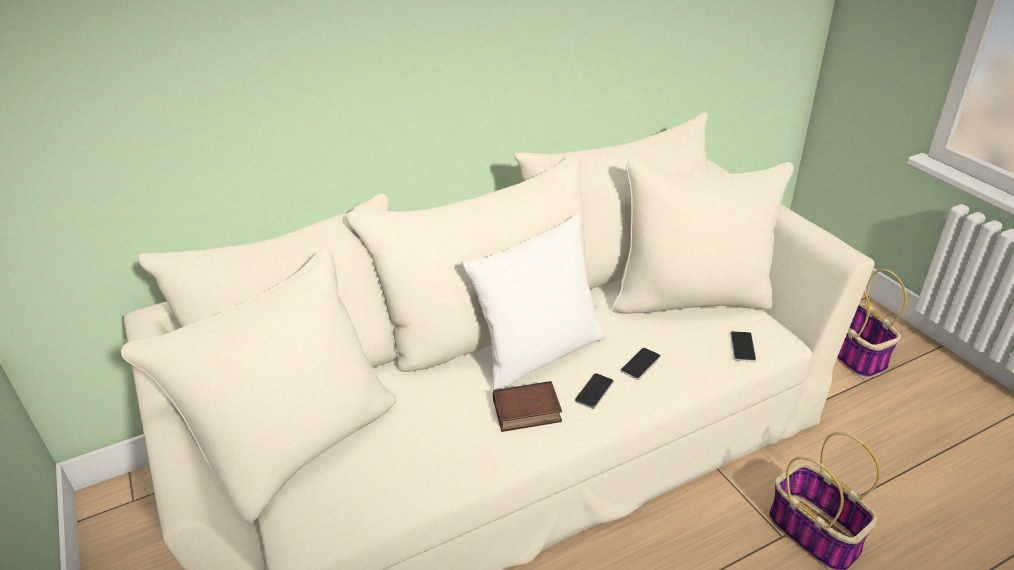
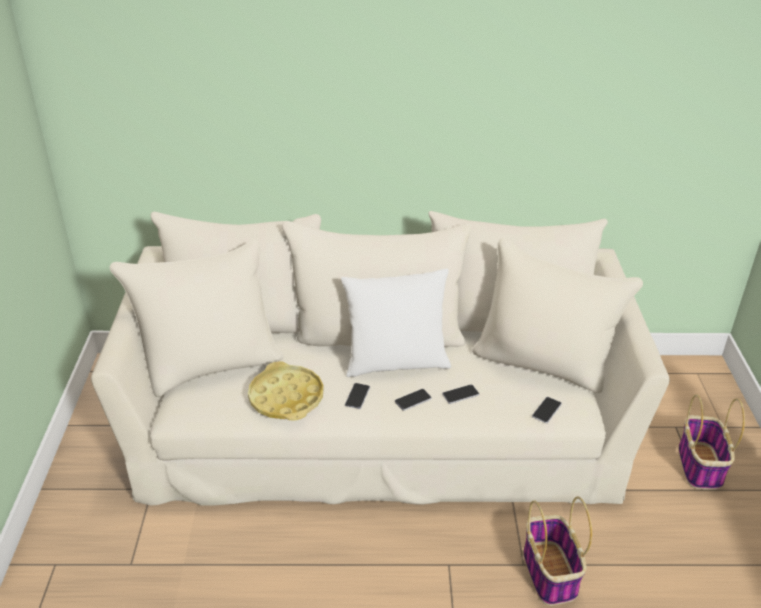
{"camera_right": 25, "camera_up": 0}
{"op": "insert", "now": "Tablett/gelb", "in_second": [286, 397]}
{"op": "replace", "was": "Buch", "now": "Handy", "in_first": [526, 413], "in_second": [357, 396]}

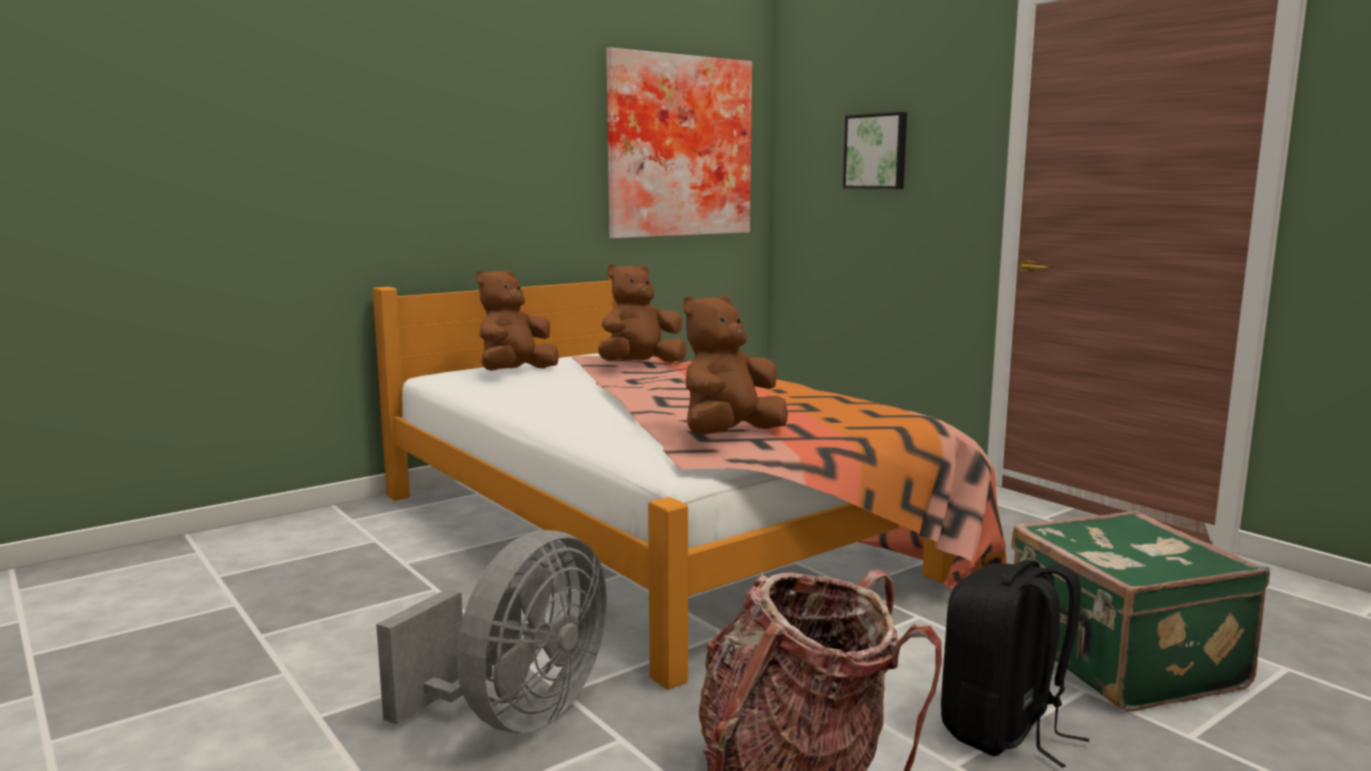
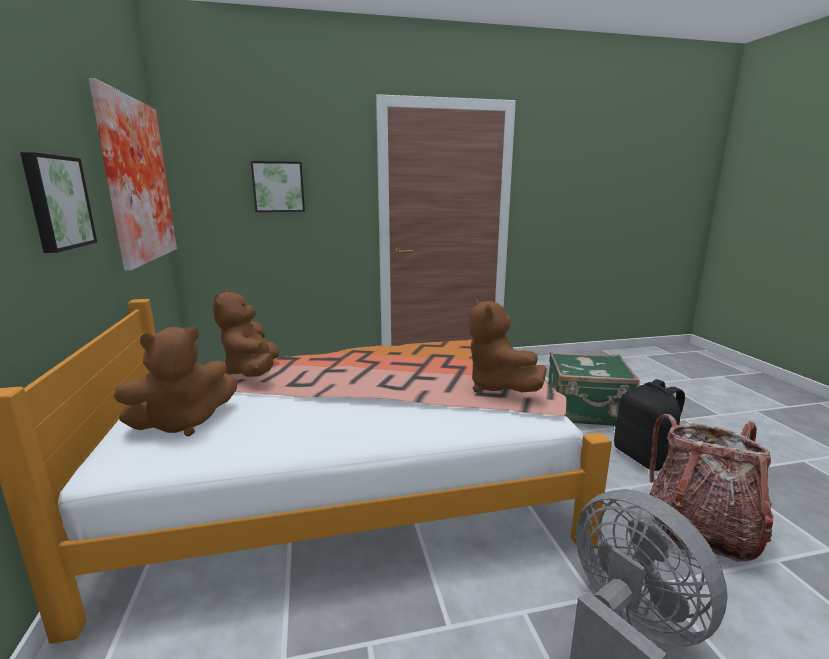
{"camera_right": -65, "camera_up": 5}
{"op": "insert", "now": "Bild", "in_second": [56, 202]}
{"op": "rotate", "was": "Plüschtier/braun", "in_first": [515, 373], "in_second": [183, 423], "clockwise": -90}

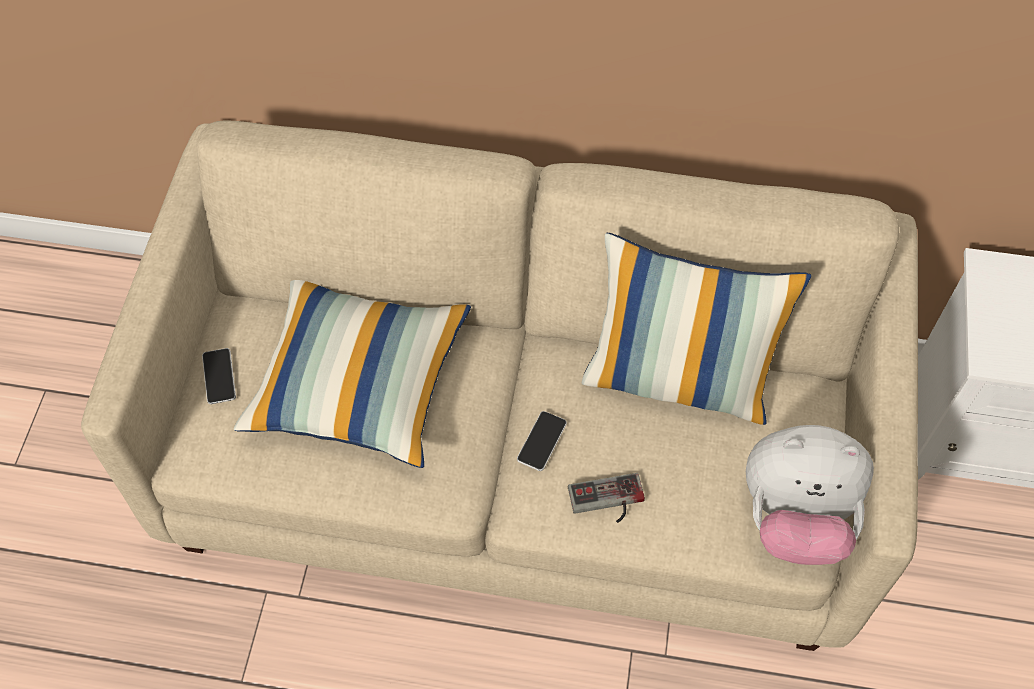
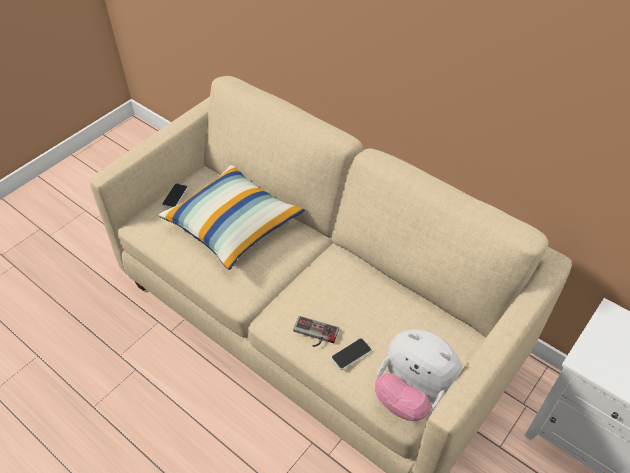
{"camera_right": 30, "camera_up": -10}
{"op": "move", "was": "Handy", "in_first": [541, 441], "in_second": [351, 354]}
{"op": "delete", "was": "Kissen", "in_first": [679, 378]}

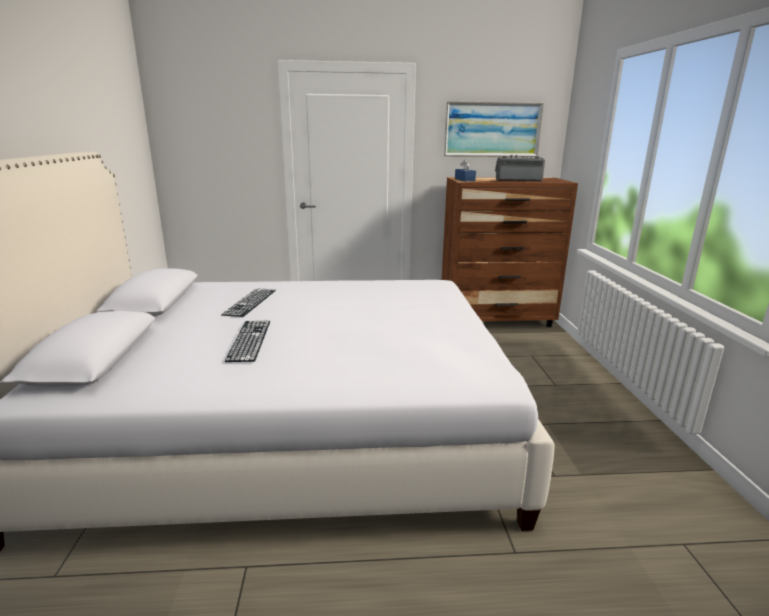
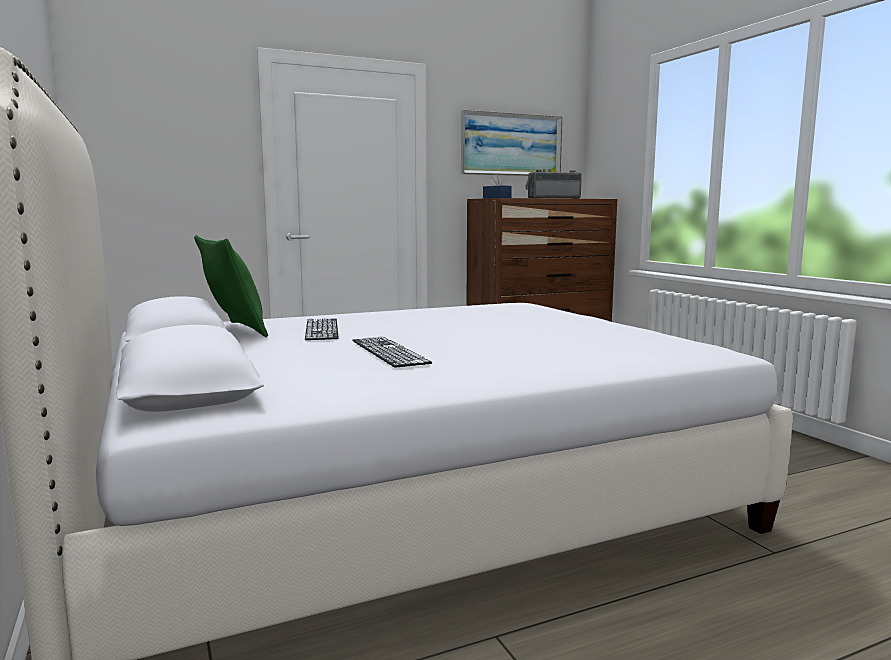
{"camera_right": -20, "camera_up": -10}
{"op": "insert", "now": "Kissen/grün", "in_second": [234, 331]}

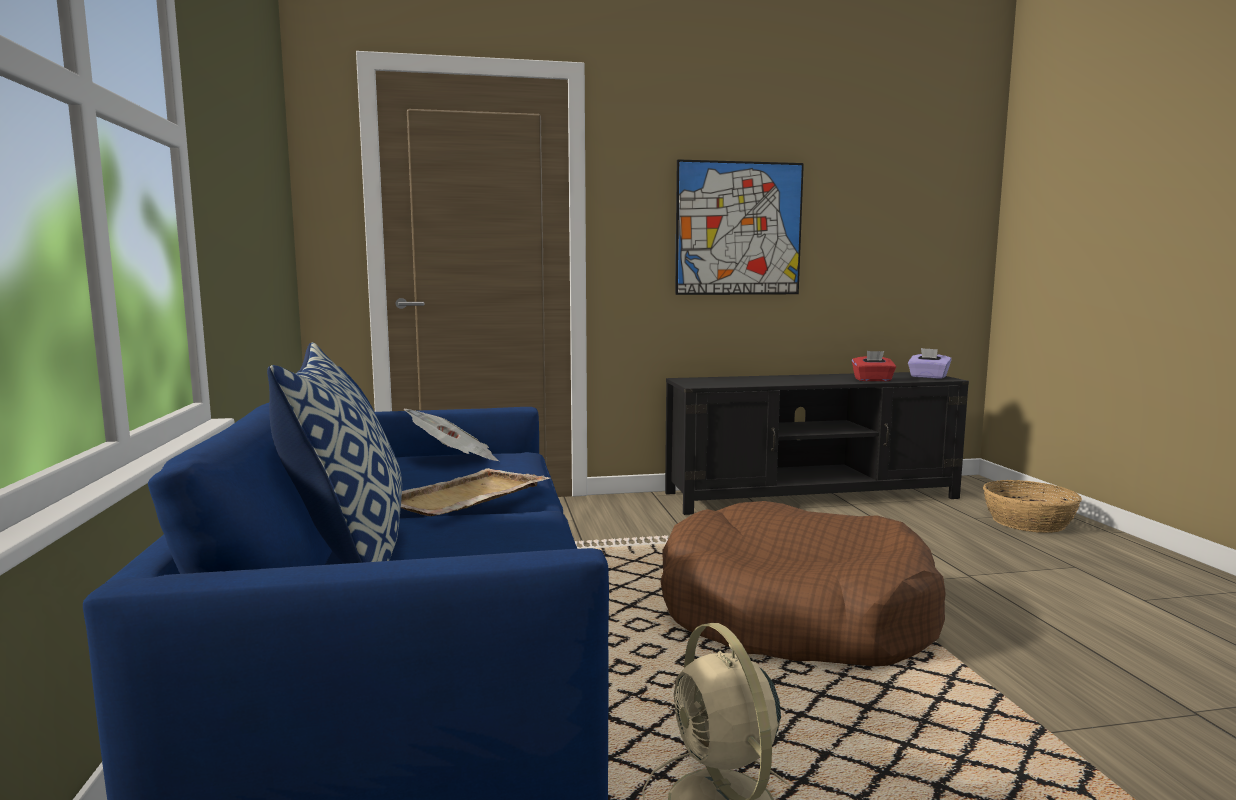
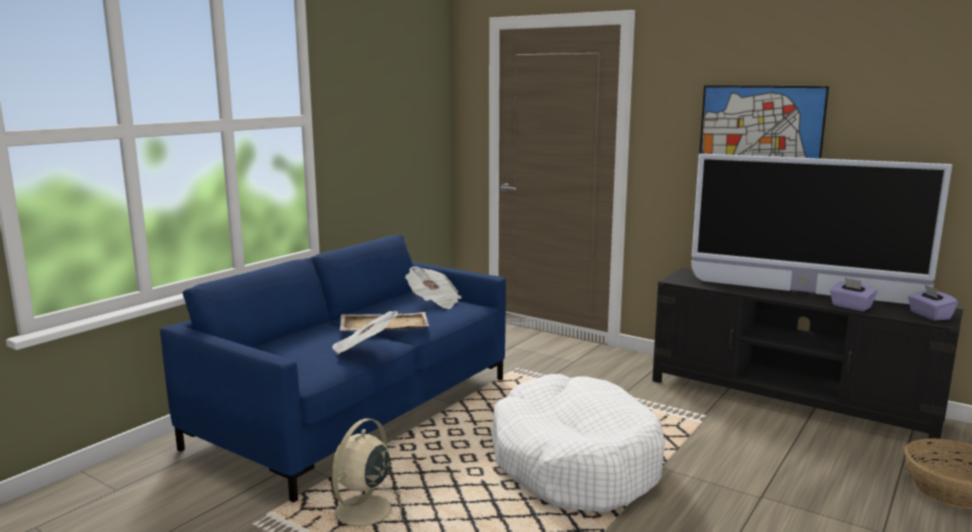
{"camera_right": 45, "camera_up": 5}
{"op": "insert", "now": "Zeitung", "in_second": [363, 350]}
{"op": "recolor", "was": "Hundebett/braun", "now": "Hundebett/weiß", "in_first": [794, 615], "in_second": [574, 463]}
{"op": "insert", "now": "Fernseher", "in_second": [802, 292]}
{"op": "recolor", "was": "Taschentuchbox/rot", "now": "Taschentuchbox/lila", "in_first": [873, 380], "in_second": [851, 306]}
{"op": "delete", "was": "Kissen", "in_first": [349, 554]}

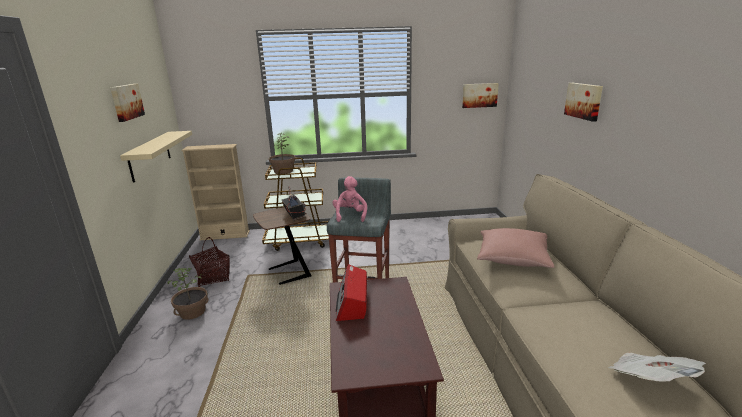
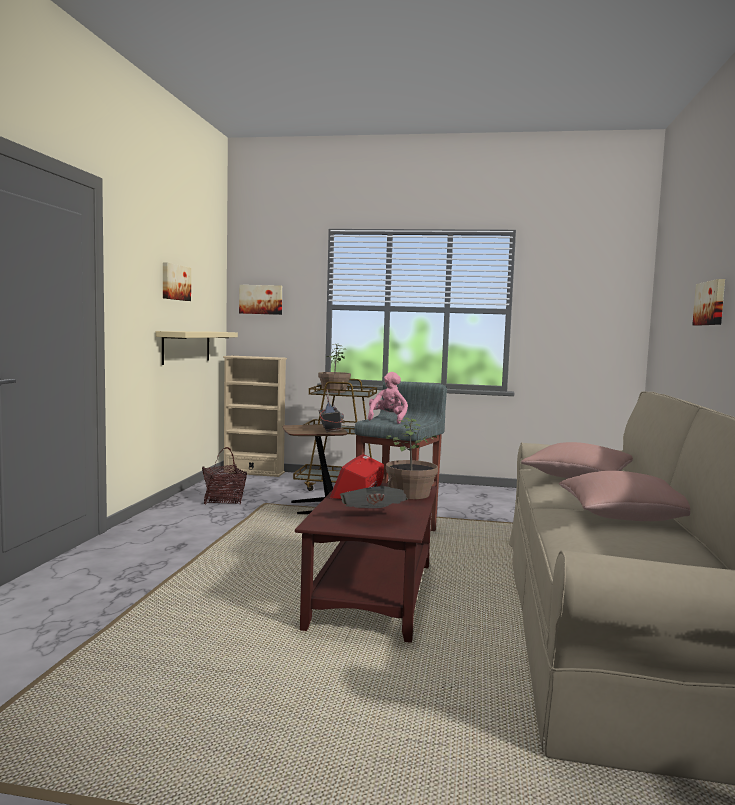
{"camera_right": 15, "camera_up": -15}
{"op": "move", "was": "Bild", "in_first": [479, 95], "in_second": [261, 299]}
{"op": "move", "was": "Zeitung", "in_first": [649, 380], "in_second": [373, 517]}
{"op": "move", "was": "Topfpflanze", "in_first": [192, 312], "in_second": [410, 494]}
{"op": "insert", "now": "Kissen/rosa", "in_second": [625, 516]}

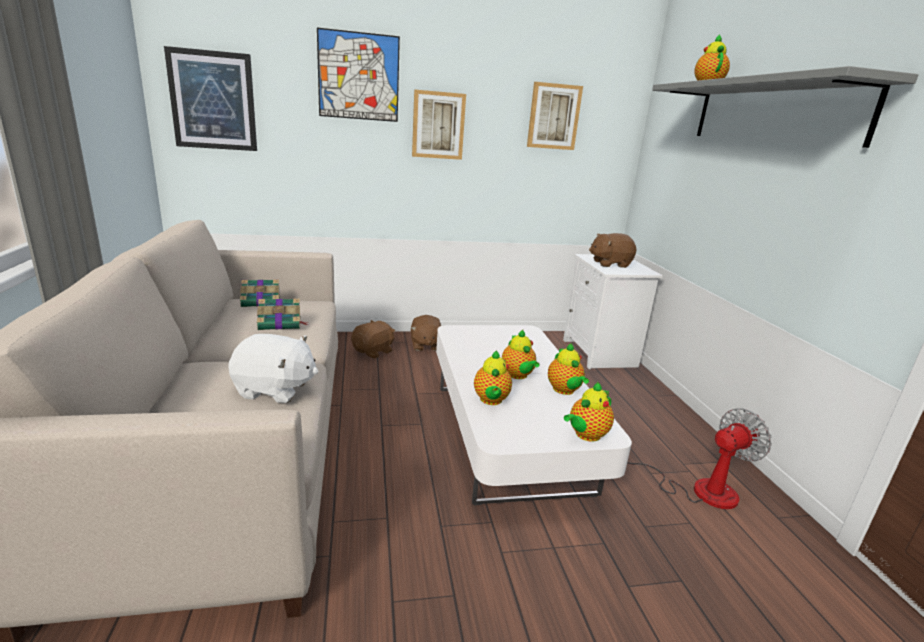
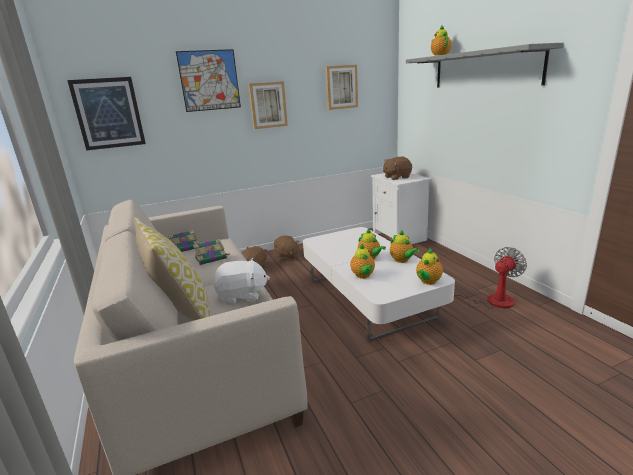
{"camera_right": -10, "camera_up": 0}
{"op": "insert", "now": "Kissen", "in_second": [181, 312]}

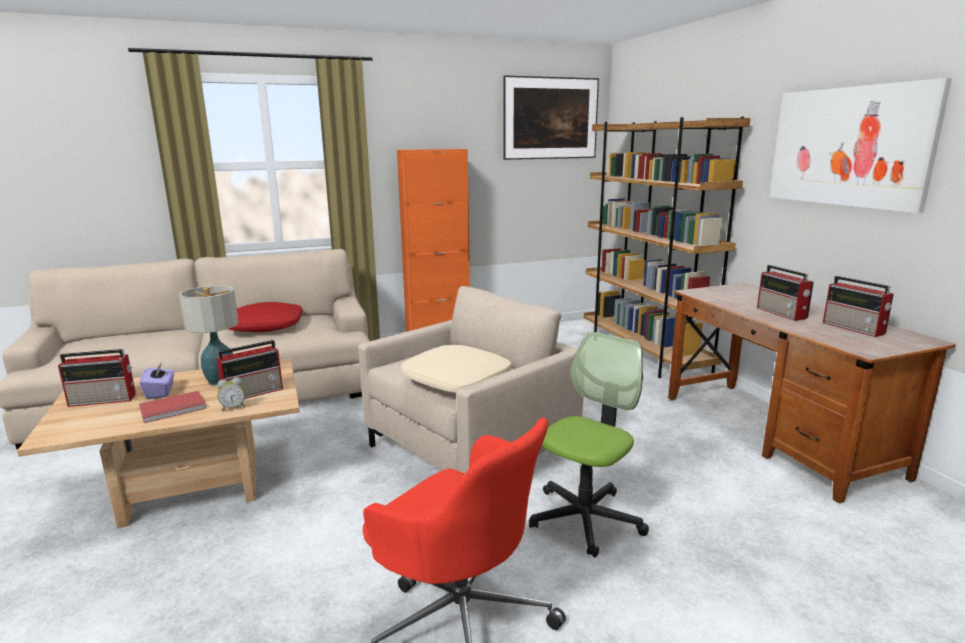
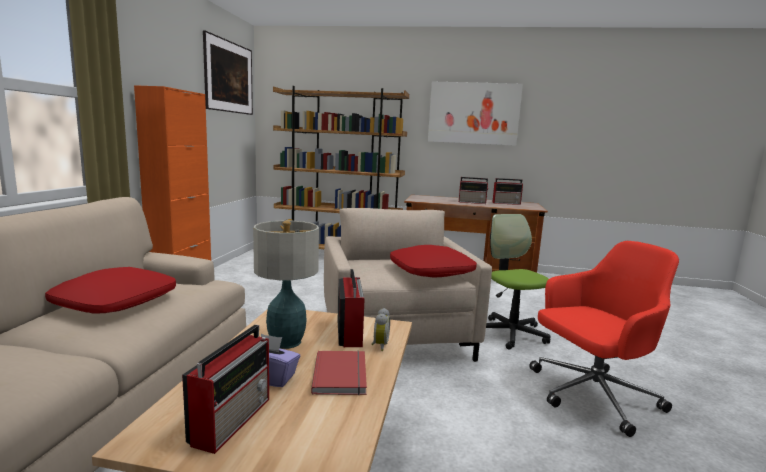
{"camera_right": -60, "camera_up": -5}
{"op": "recolor", "was": "Kissen/beige", "now": "Kissen/rot", "in_first": [457, 380], "in_second": [431, 271]}

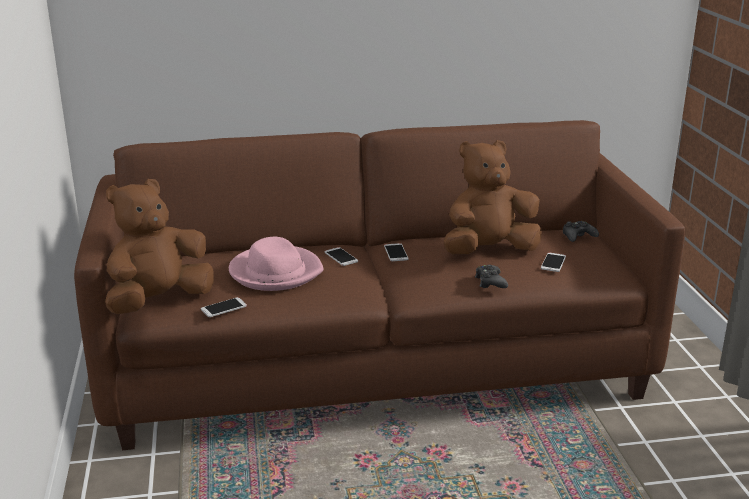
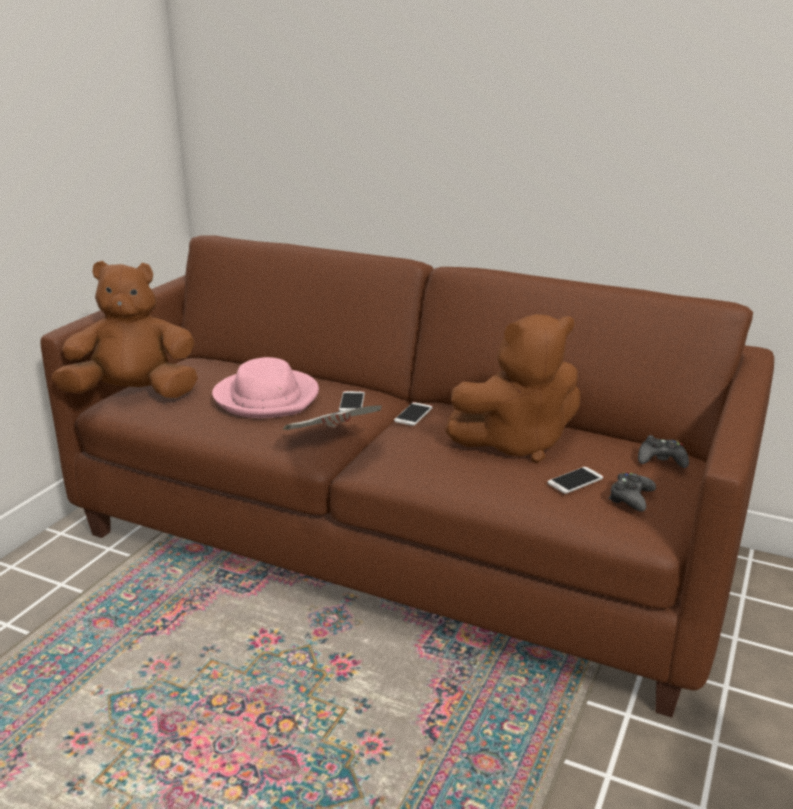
{"camera_right": 35, "camera_up": 0}
{"op": "insert", "now": "Zeitung", "in_second": [332, 443]}
{"op": "rotate", "was": "Plüschtier/braun", "in_first": [489, 251], "in_second": [516, 443], "clockwise": 150}
{"op": "move", "was": "Gamepad/schwarz", "in_first": [490, 282], "in_second": [631, 498]}
{"op": "delete", "was": "Handy", "in_first": [223, 308]}

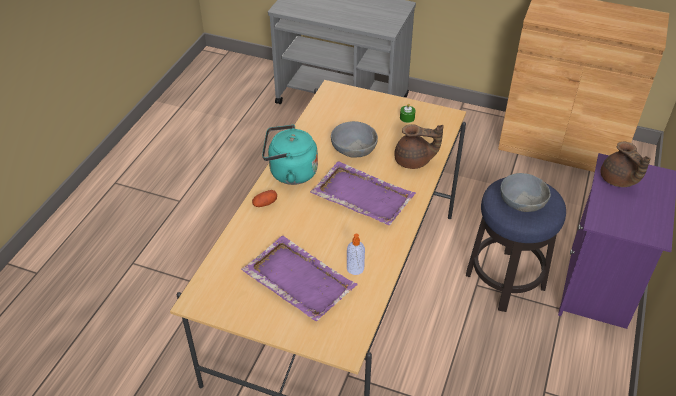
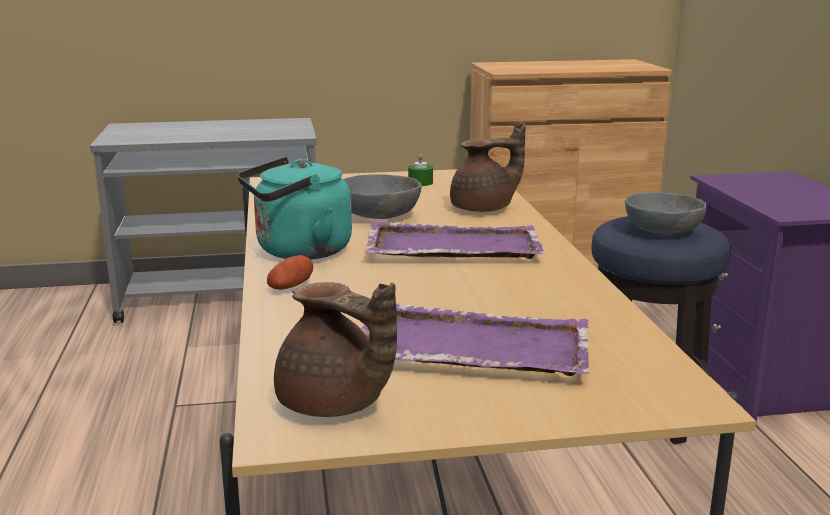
{"camera_right": -30, "camera_up": -25}
{"op": "move", "was": "Teekanne/braun", "in_first": [618, 180], "in_second": [333, 405]}
{"op": "delete", "was": "Seifenspender", "in_first": [355, 269]}

